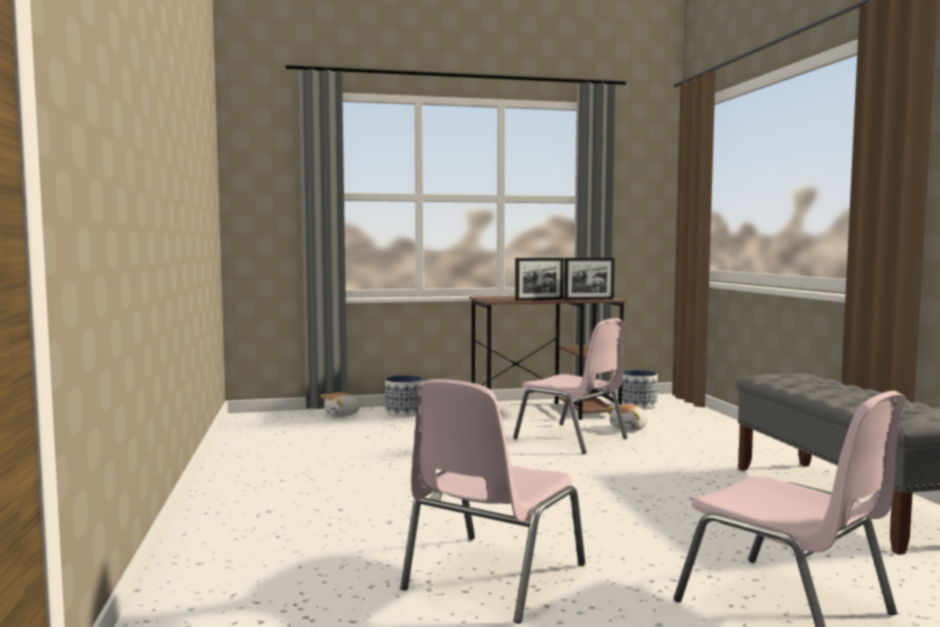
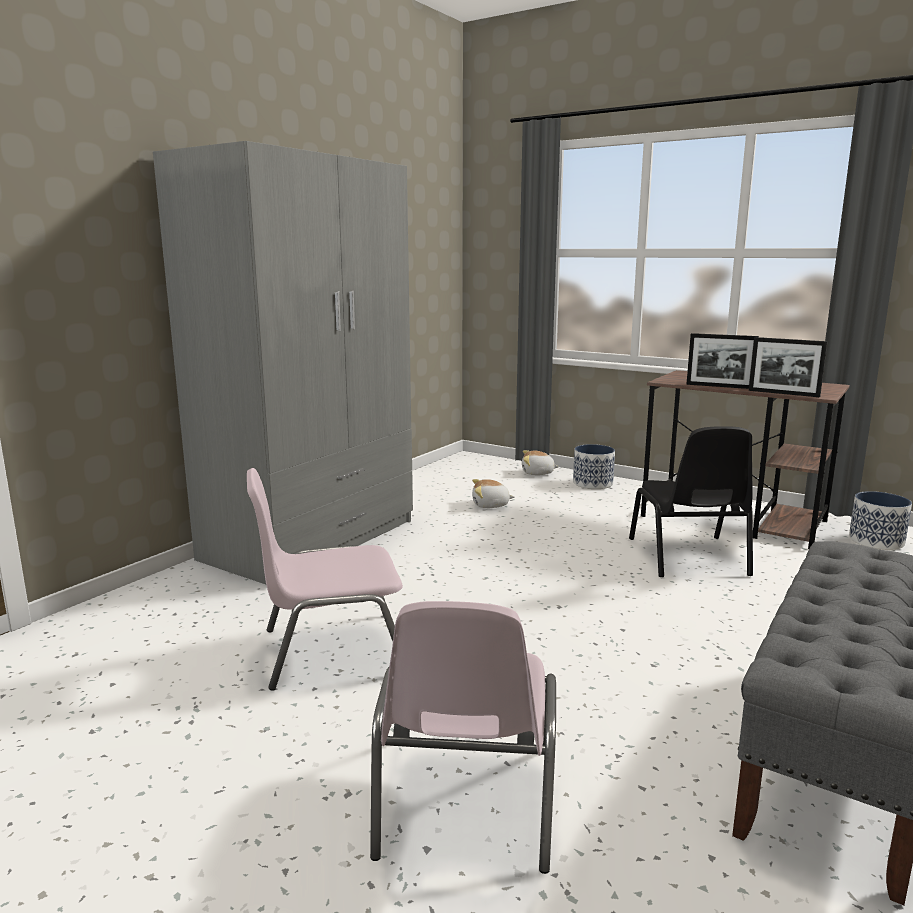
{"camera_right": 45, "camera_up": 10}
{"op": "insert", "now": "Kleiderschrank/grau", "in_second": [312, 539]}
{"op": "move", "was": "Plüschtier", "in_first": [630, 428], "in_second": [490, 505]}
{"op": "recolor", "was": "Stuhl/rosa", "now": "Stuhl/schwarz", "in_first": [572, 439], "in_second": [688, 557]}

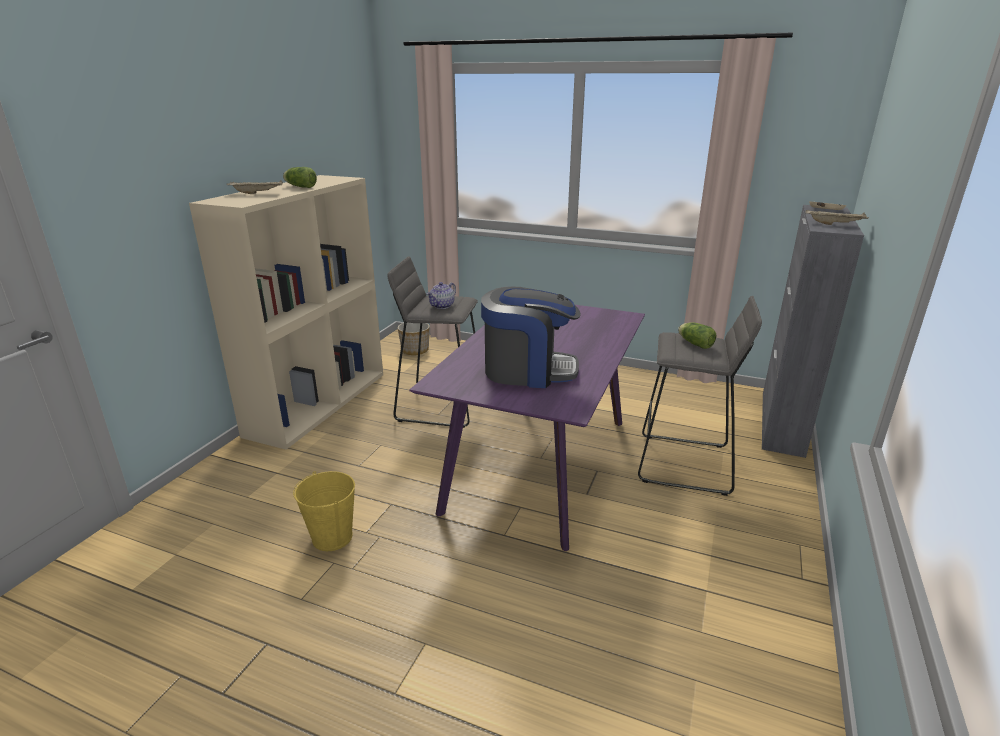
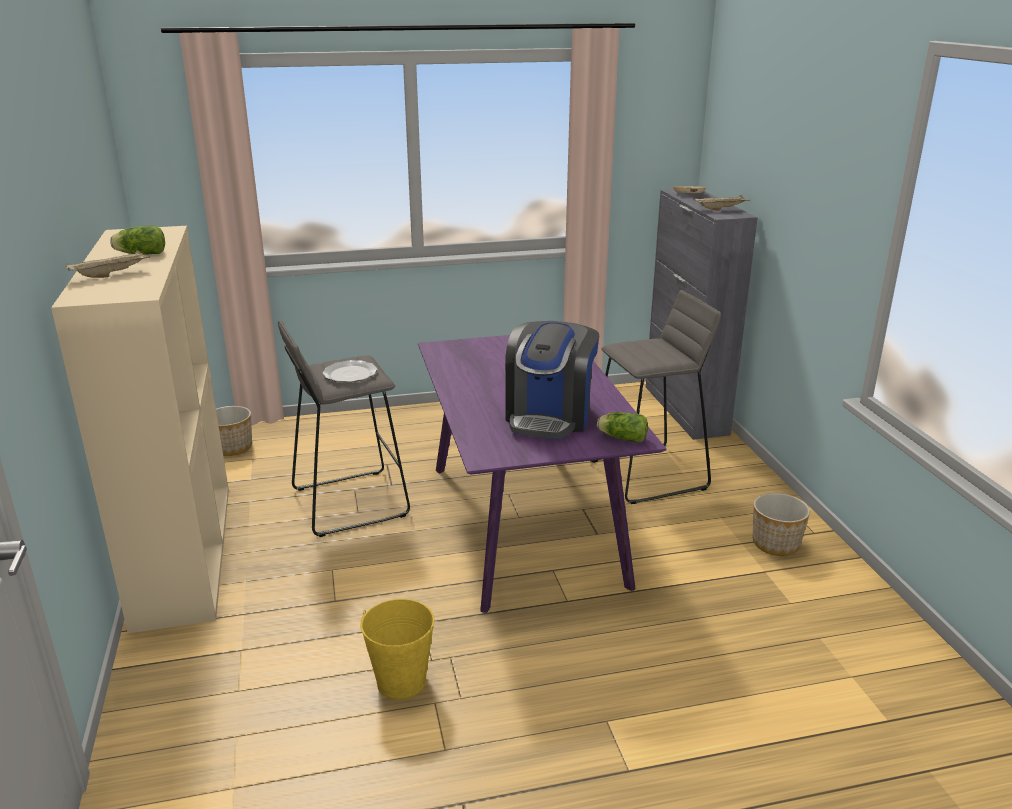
{"camera_right": -35, "camera_up": 0}
{"op": "replace", "was": "Teekanne", "now": "Teller", "in_first": [442, 306], "in_second": [351, 374]}
{"op": "rotate", "was": "Kaffeemaschine", "in_first": [528, 370], "in_second": [549, 416], "clockwise": 135}
{"op": "move", "was": "Salatkopf", "in_first": [694, 343], "in_second": [621, 438]}
{"op": "insert", "now": "Pflanzkübel", "in_second": [775, 544]}

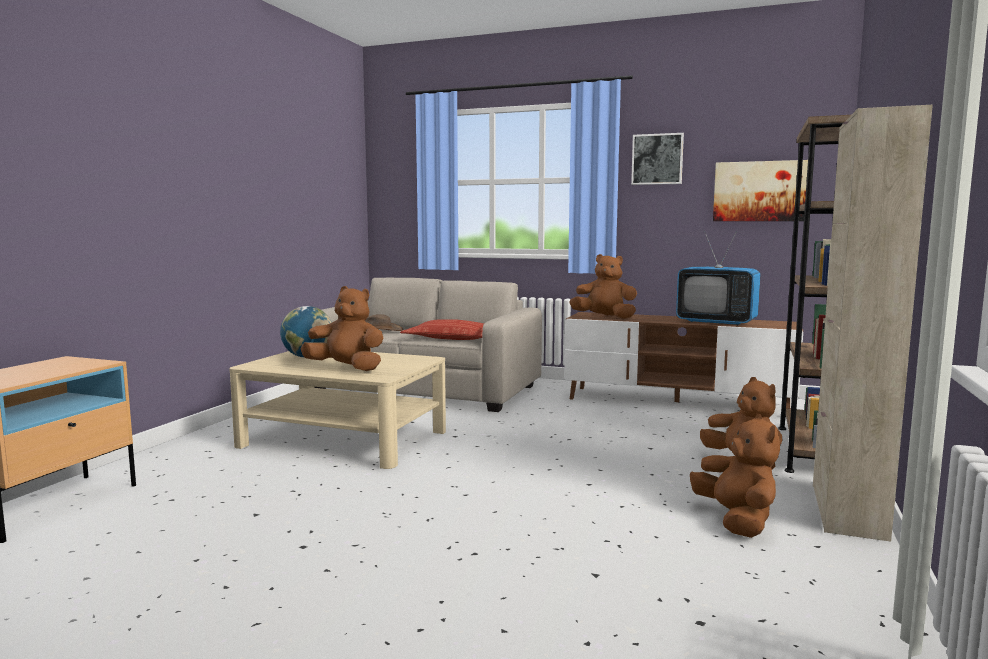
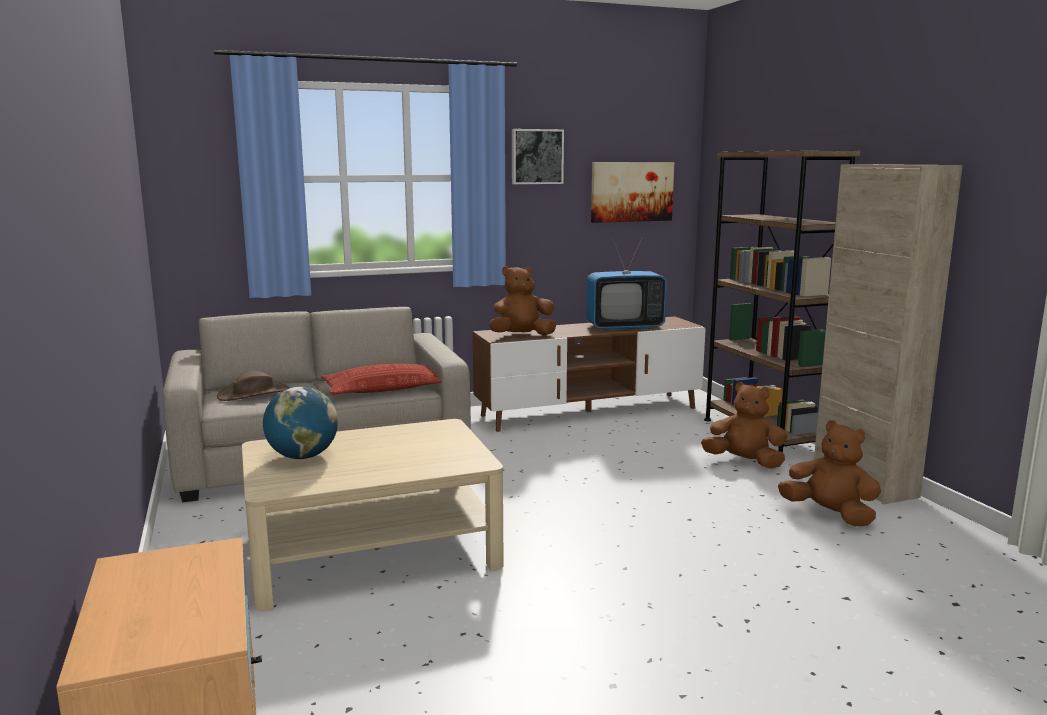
{"camera_right": -40, "camera_up": 5}
{"op": "delete", "was": "Plüschtier/braun", "in_first": [347, 368]}

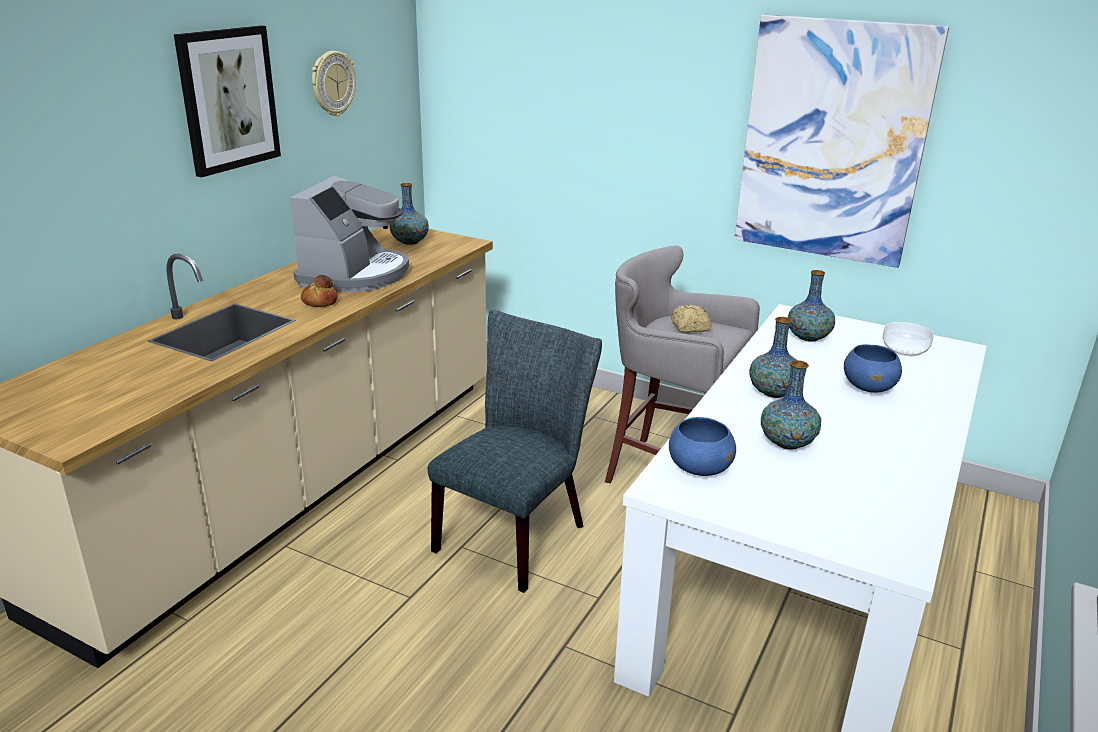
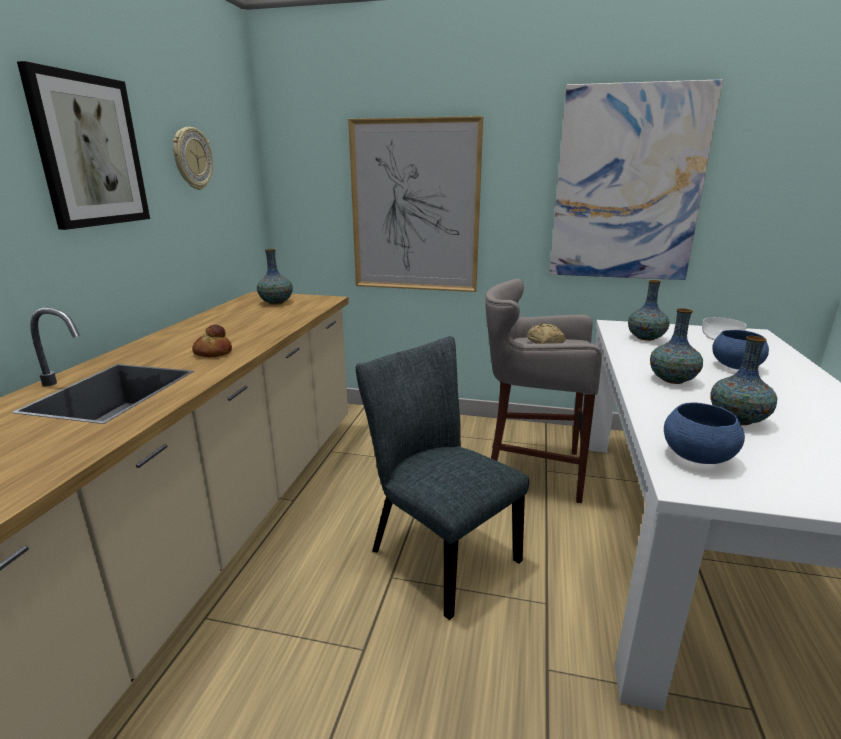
{"camera_right": -15, "camera_up": -5}
{"op": "insert", "now": "Bild", "in_second": [415, 207]}
{"op": "rotate", "was": "Stuhl/grau", "in_first": [517, 533], "in_second": [436, 551], "clockwise": -60}
{"op": "delete", "was": "Kaffeemaschine", "in_first": [355, 274]}

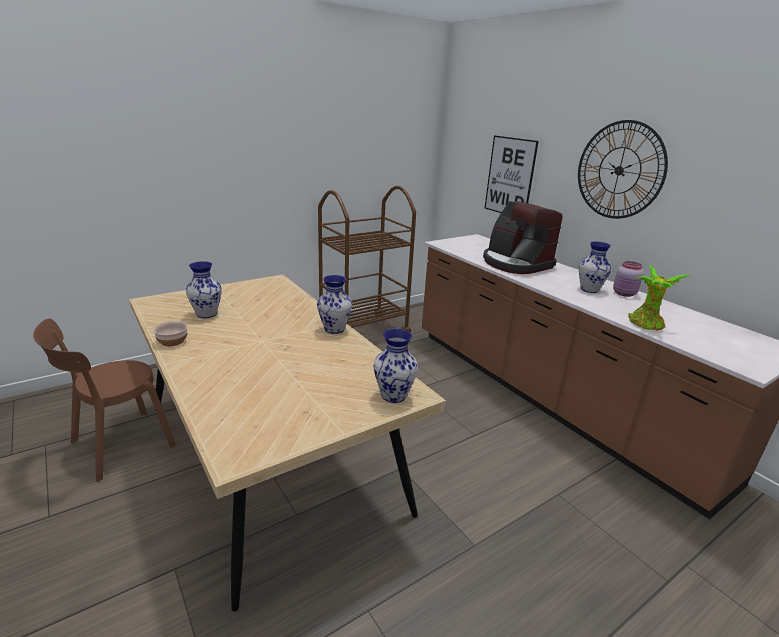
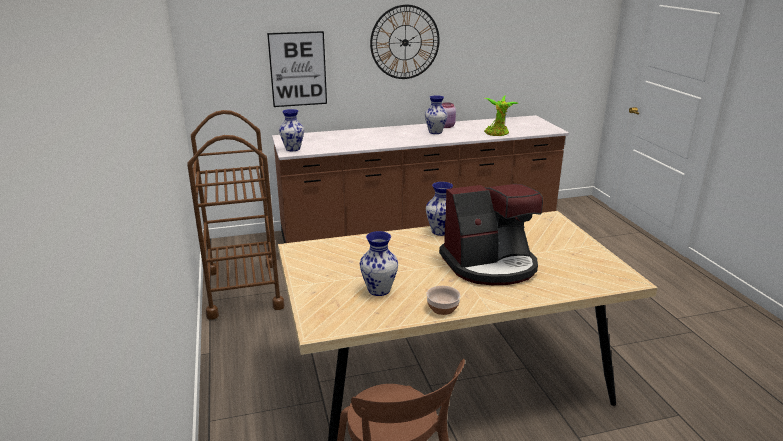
{"camera_right": -70, "camera_up": 0}
{"op": "move", "was": "Vase", "in_first": [394, 396], "in_second": [293, 149]}
{"op": "move", "was": "Kaffeemaschine", "in_first": [515, 263], "in_second": [490, 265]}

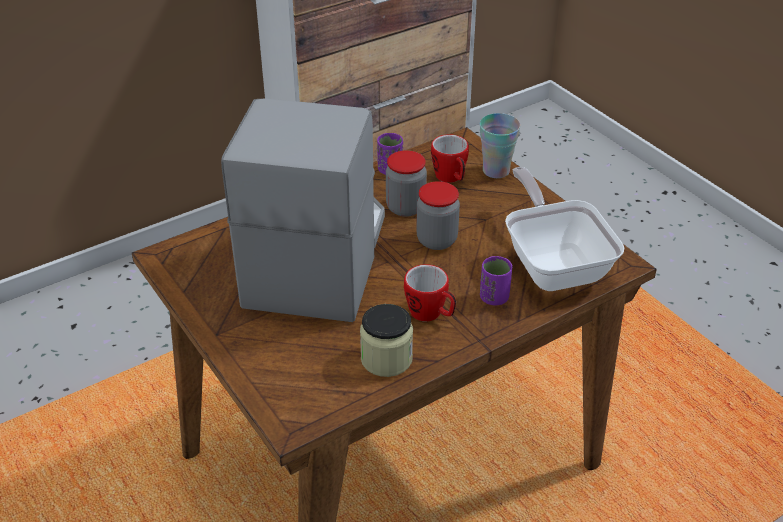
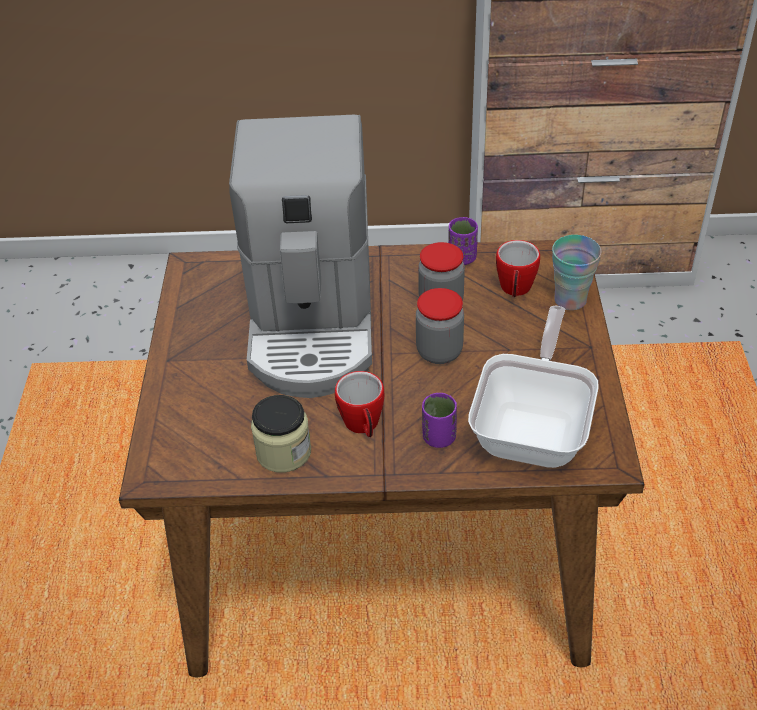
{"camera_right": 35, "camera_up": 5}
{"op": "rotate", "was": "Kaffeemaschine", "in_first": [317, 258], "in_second": [313, 323], "clockwise": 135}

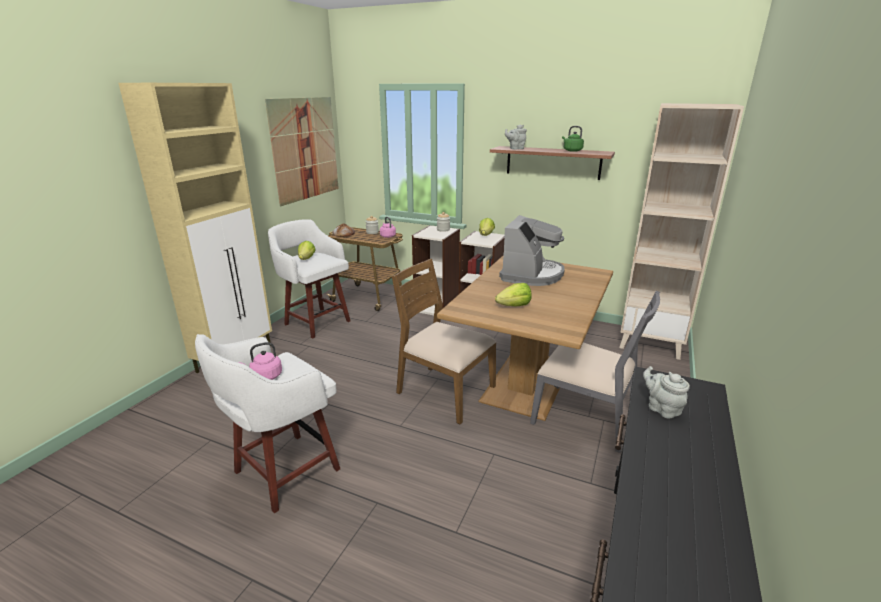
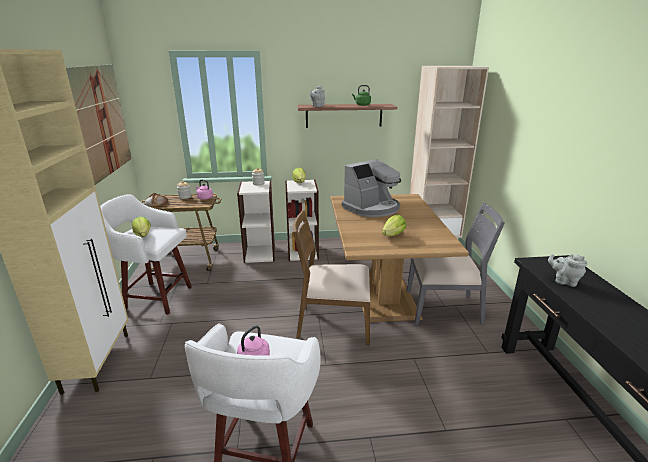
{"camera_right": -30, "camera_up": 0}
{"op": "rotate", "was": "Kaffeemaschine", "in_first": [531, 275], "in_second": [372, 208], "clockwise": 60}

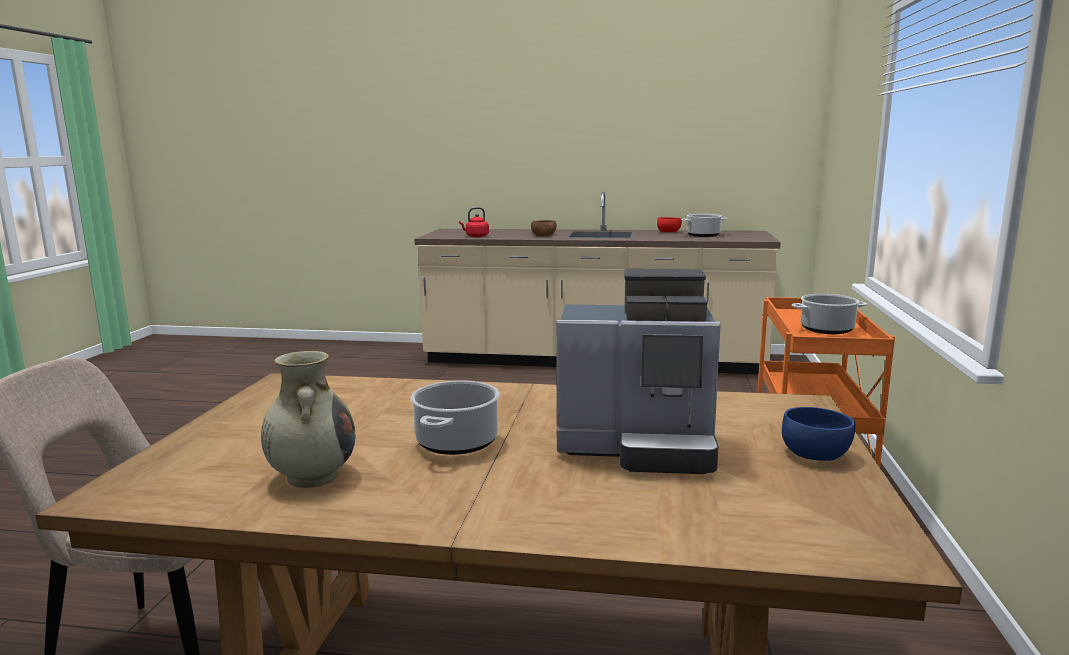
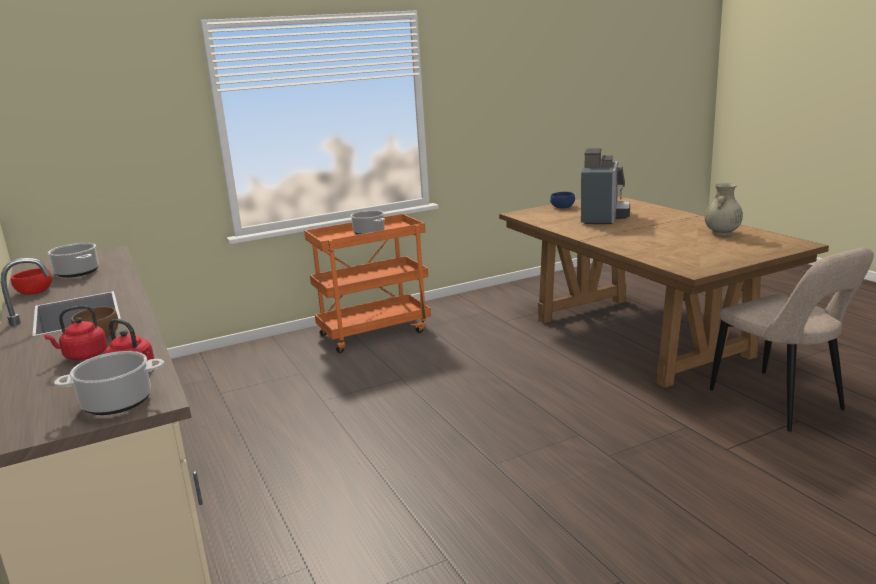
{"camera_right": -125, "camera_up": 5}
{"op": "insert", "now": "Wasserkessel/rot", "in_second": [83, 356]}
{"op": "move", "was": "Kochtopf", "in_first": [457, 442], "in_second": [118, 402]}
{"op": "rotate", "was": "Kaffeemaschine", "in_first": [640, 447], "in_second": [603, 217], "clockwise": 45}

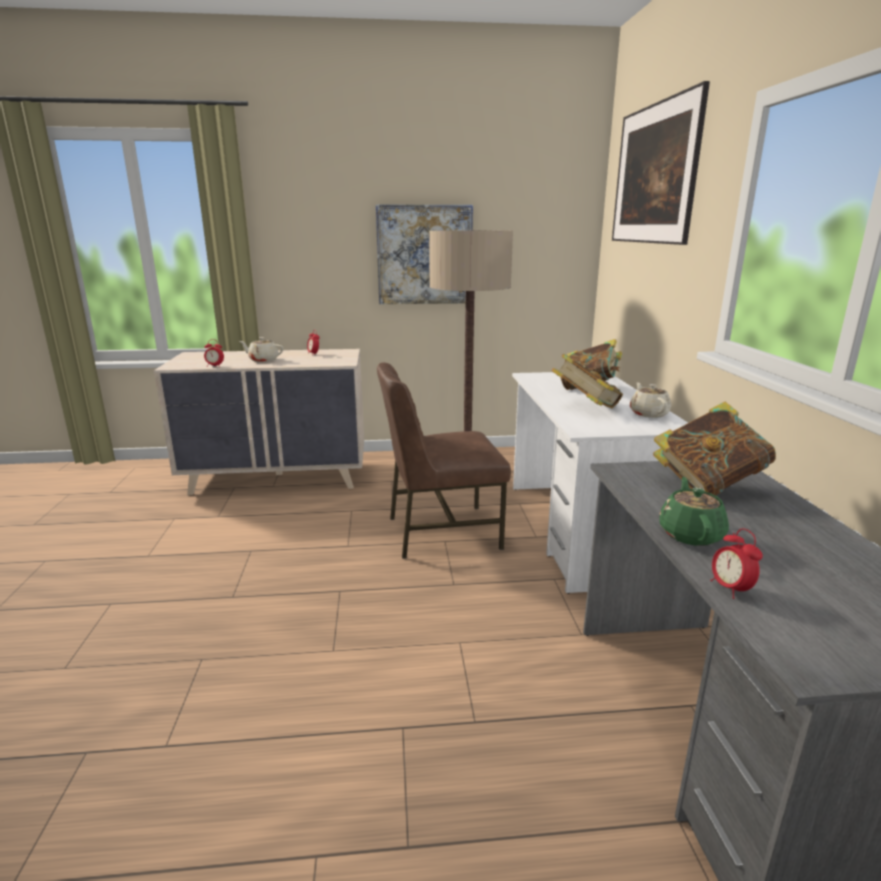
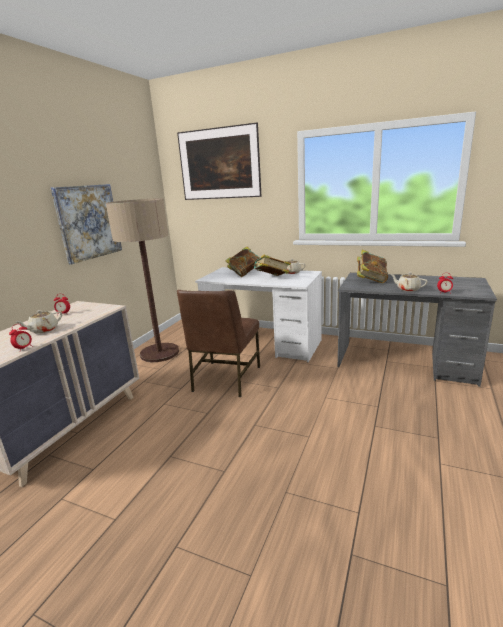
{"camera_right": -60, "camera_up": 0}
{"op": "recolor", "was": "Teekanne/grün", "now": "Teekanne/beige", "in_first": [690, 534], "in_second": [407, 289]}

